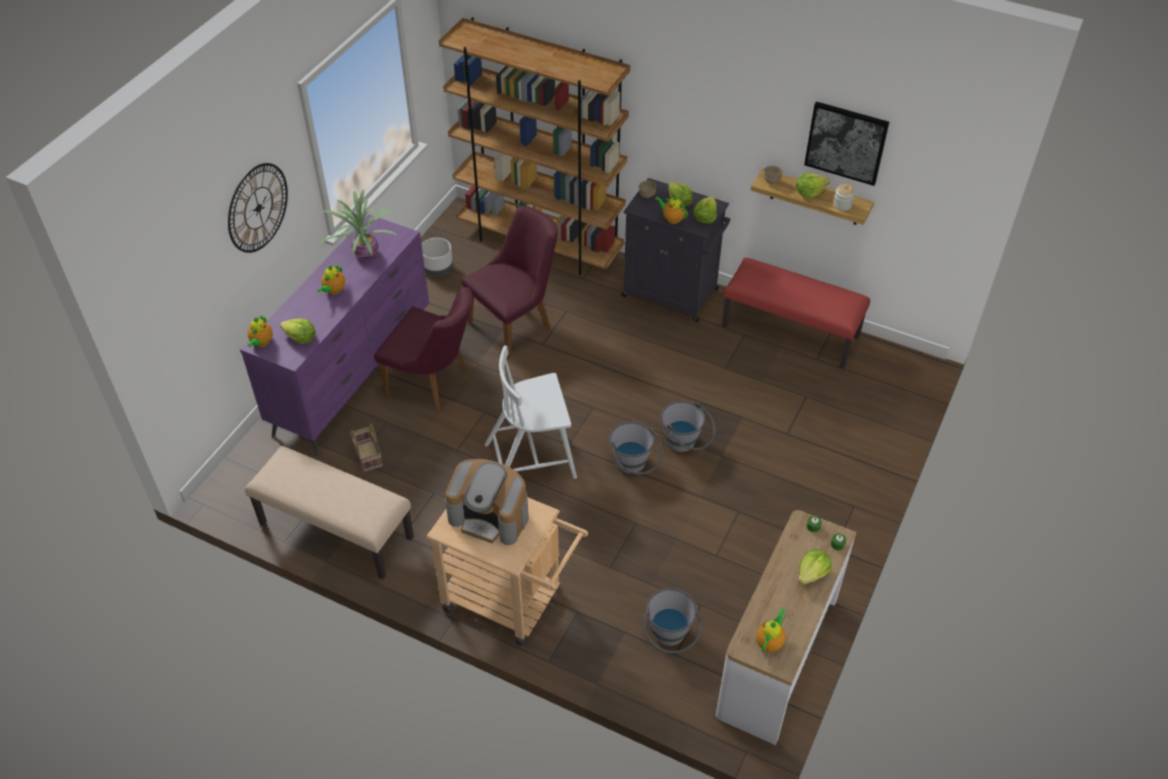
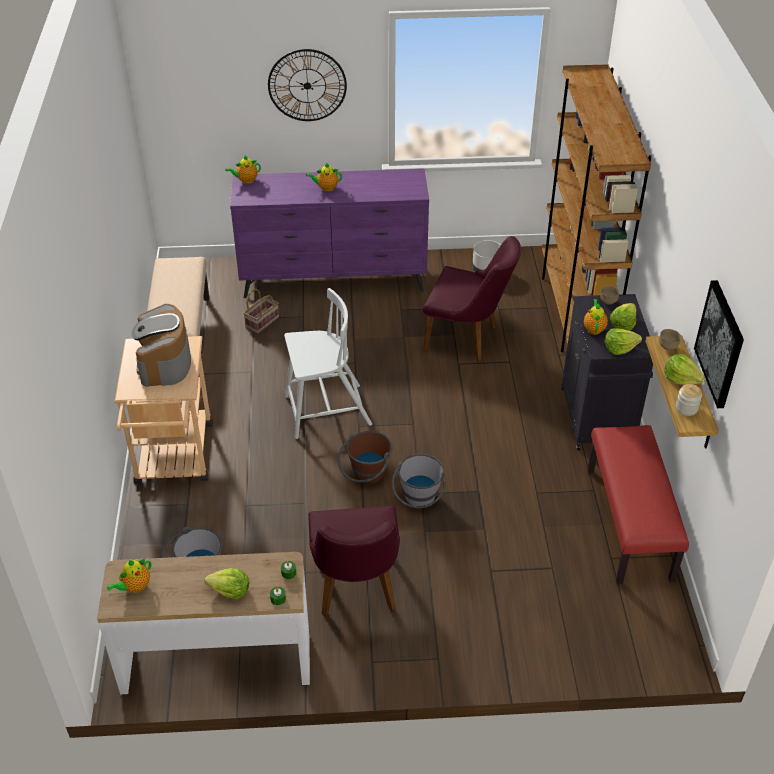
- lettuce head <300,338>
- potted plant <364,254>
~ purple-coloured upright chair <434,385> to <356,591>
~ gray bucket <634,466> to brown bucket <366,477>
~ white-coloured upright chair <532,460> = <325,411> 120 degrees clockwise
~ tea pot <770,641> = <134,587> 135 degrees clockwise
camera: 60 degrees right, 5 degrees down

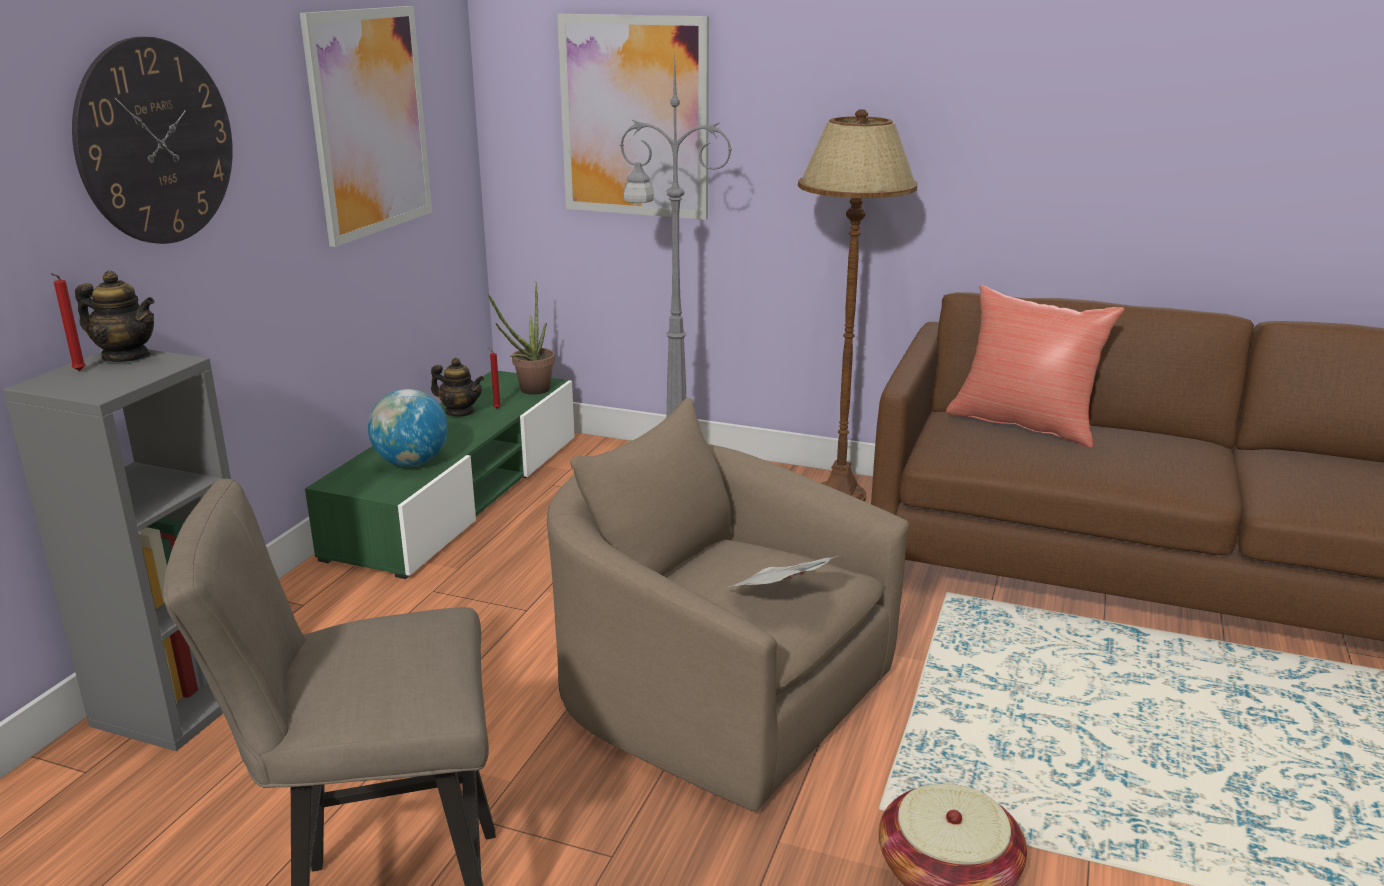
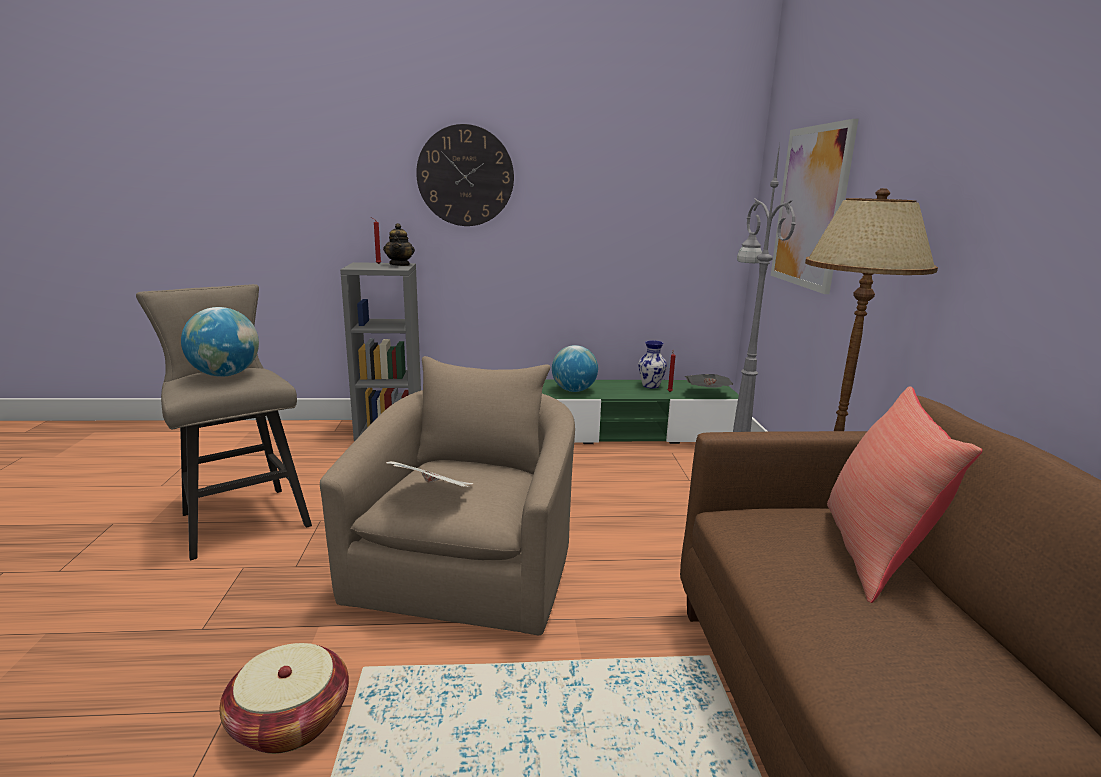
- wall picture <369,122>
+ globe <225,375>
~ tea pot <460,412> to flower vase <651,386>
~ potted plant <530,391> to newspaper <707,393>
camera: 65 degrees right, 5 degrees down

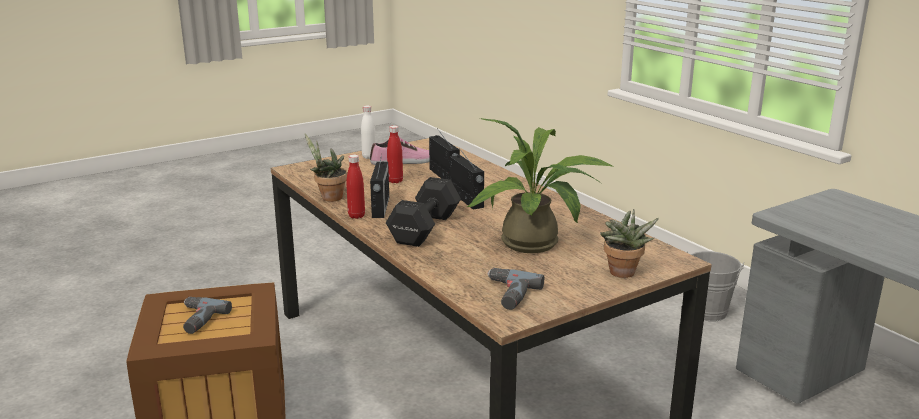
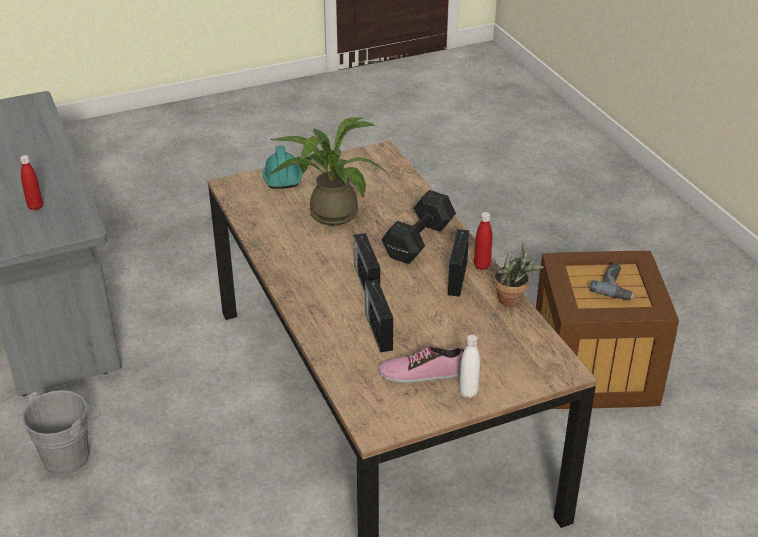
- electric drill <507,294>
~ red drink bottle <395,181> to <35,206>
~ potted plant <622,274> to blue-green hard hat <282,176>
camera: 170 degrees left, 15 degrees up

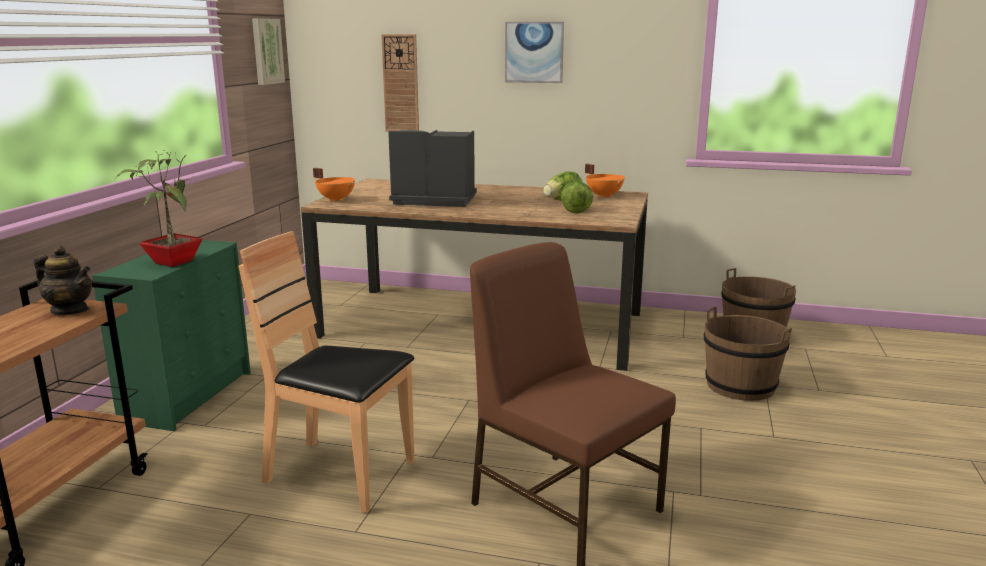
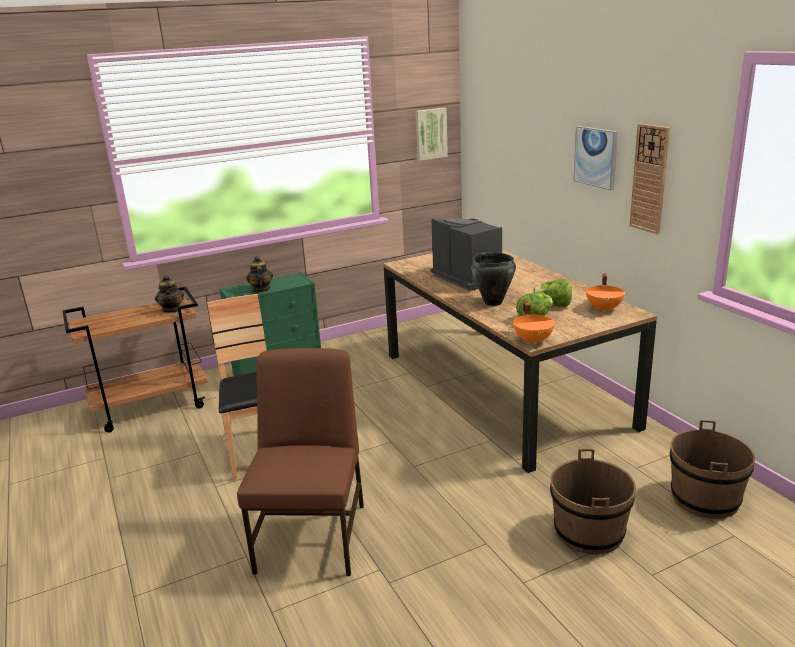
+ blackish stockpot <493,302>
~ orange-coloured stockpot <336,199> to <533,340>
~ clock on the wall <401,83> to <649,179>
~ potted plant <172,262> to tea pot <261,289>
camera: 50 degrees right, 5 degrees up

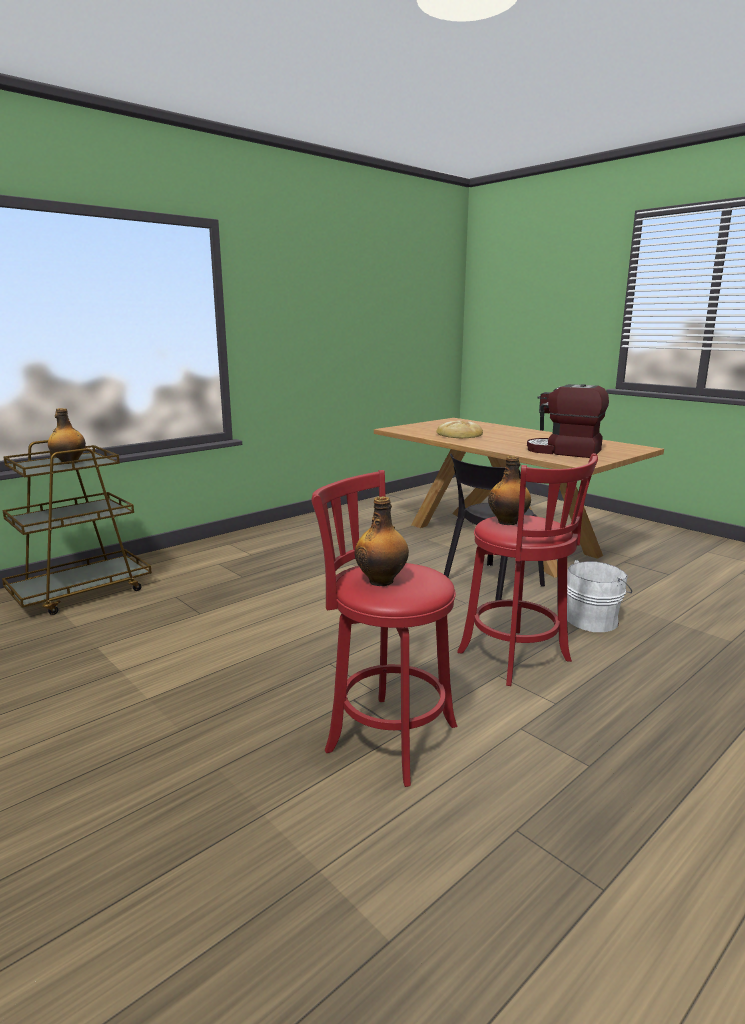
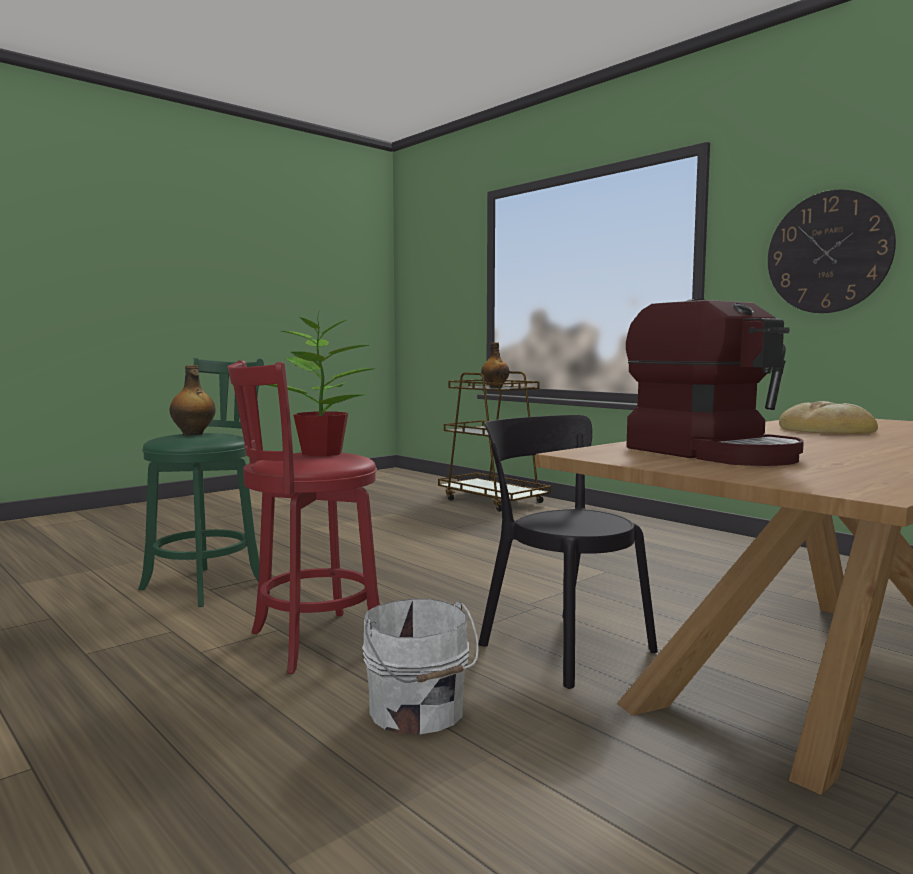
+ clock on the wall <828,252>
~ drink bottle <508,522> to potted plant <323,453>
~ red stool seat <386,735> to greenish stool seat <208,584>
~ coffee machine <564,451> = <713,453> 120 degrees clockwise
camera: 90 degrees right, 10 degrees down

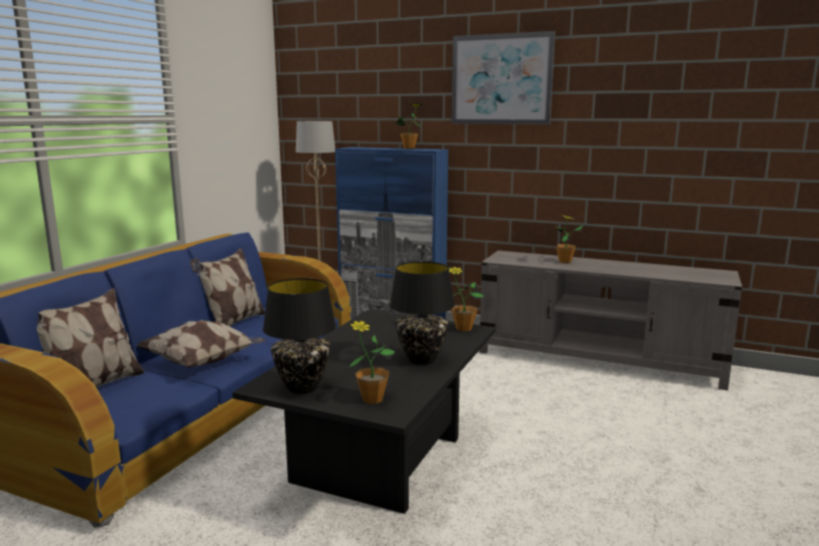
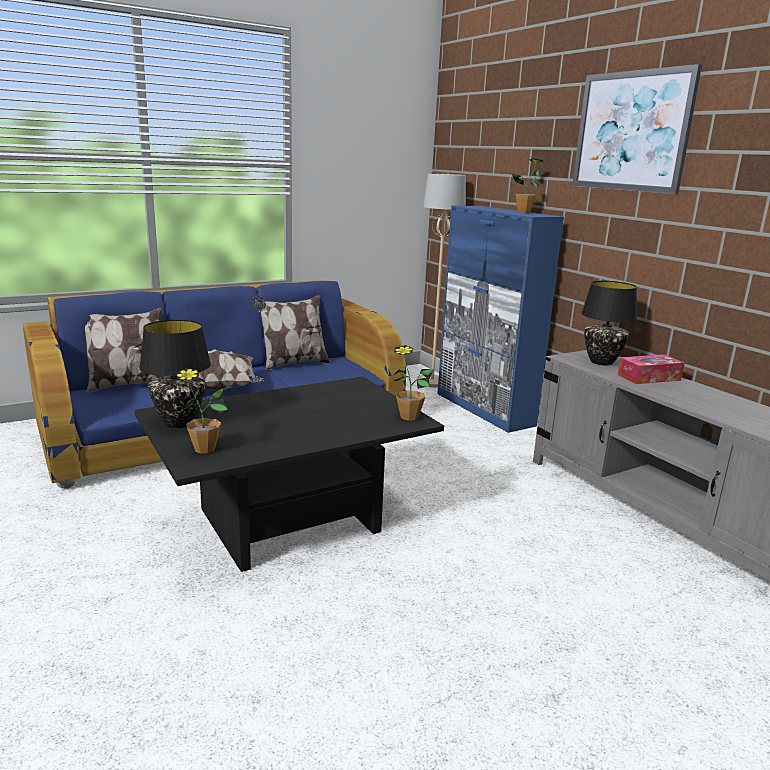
~ blackish tabletop lamp <422,360> to <601,362>
~ potted plant <565,261> to box of tissues <649,377>
camera: 35 degrees right, 5 degrees up

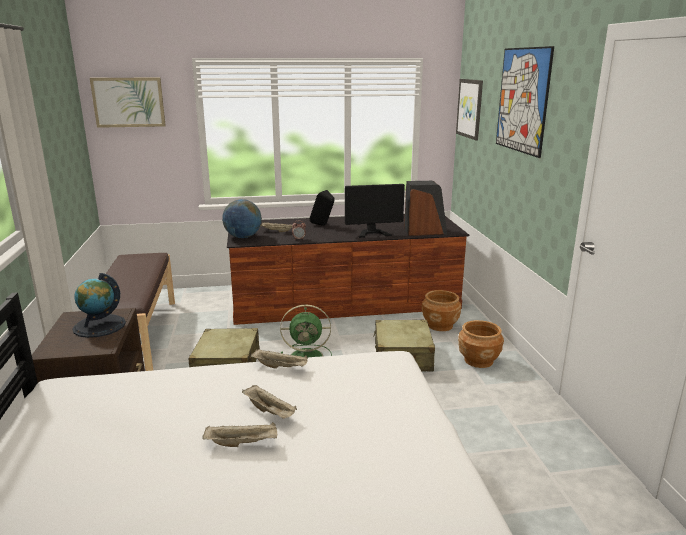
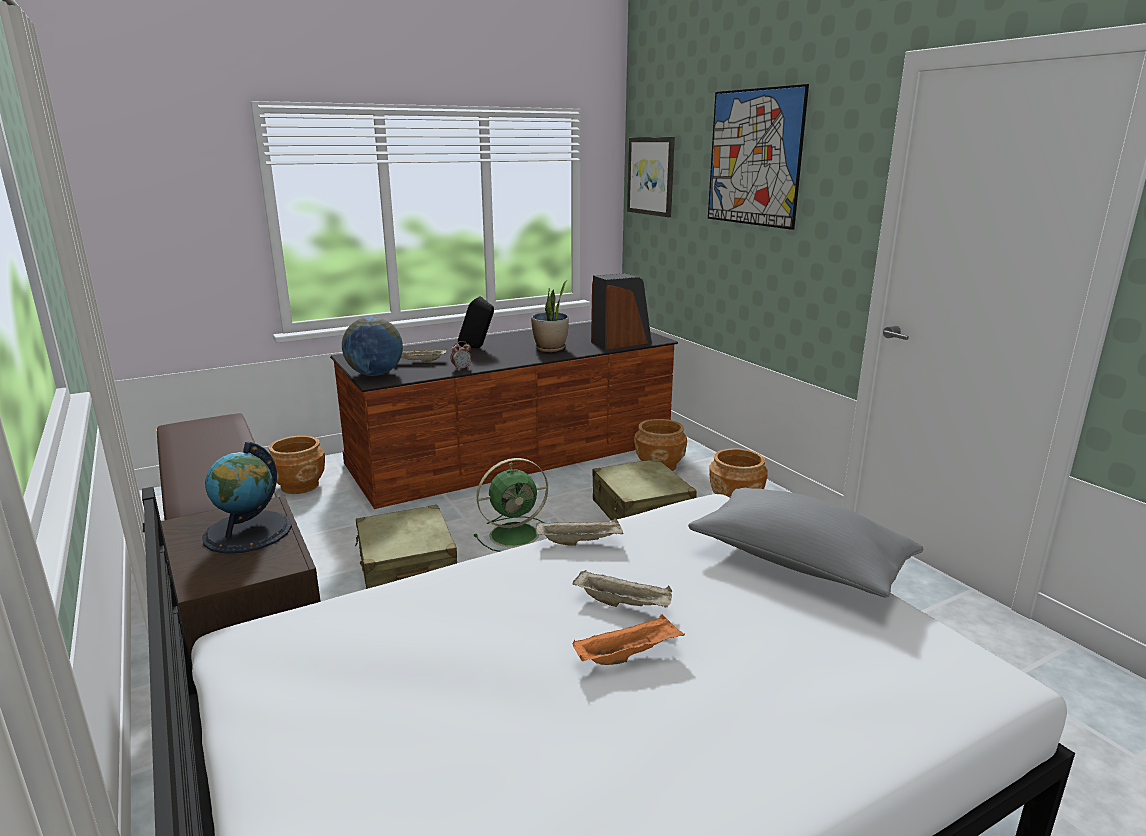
- wall picture <128,102>
+ brown flower pot <300,486>
+ gray pillow <798,563>
~ computer display <371,231> to potted plant <550,349>
~ beige-coloured tray <242,443> to orange-coloured tray <628,654>
camera: 20 degrees left, 0 degrees up

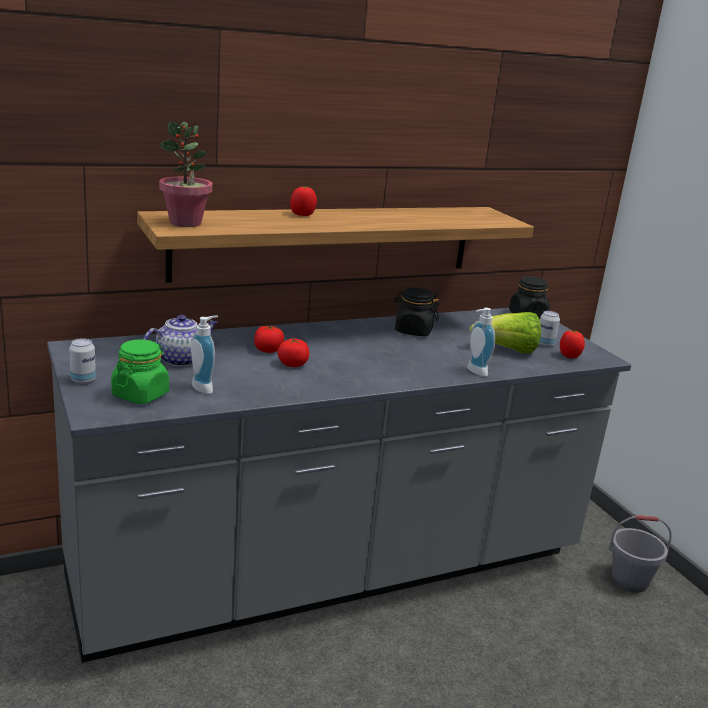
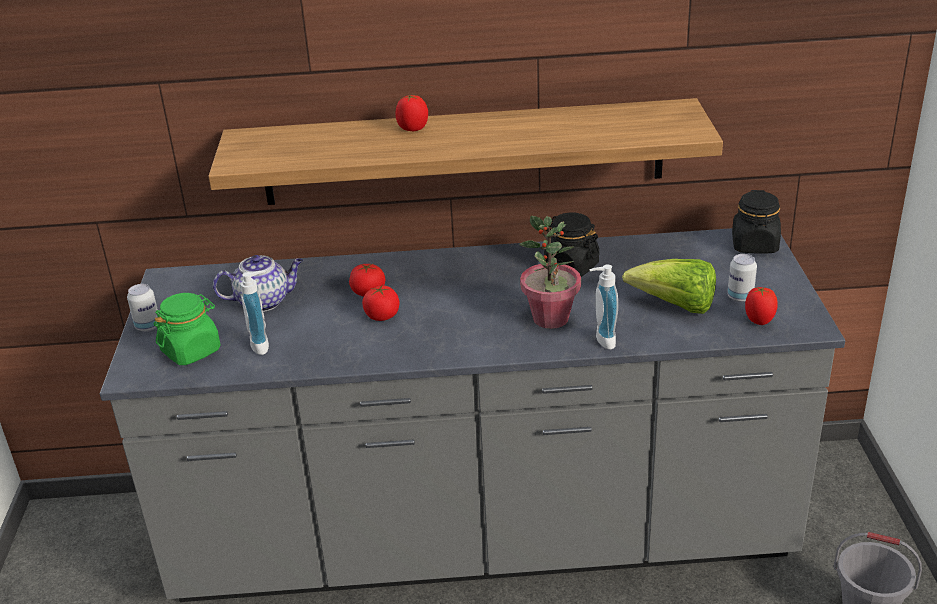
~ potted plant <185,223> to <551,319>
camera: 25 degrees right, 10 degrees up

